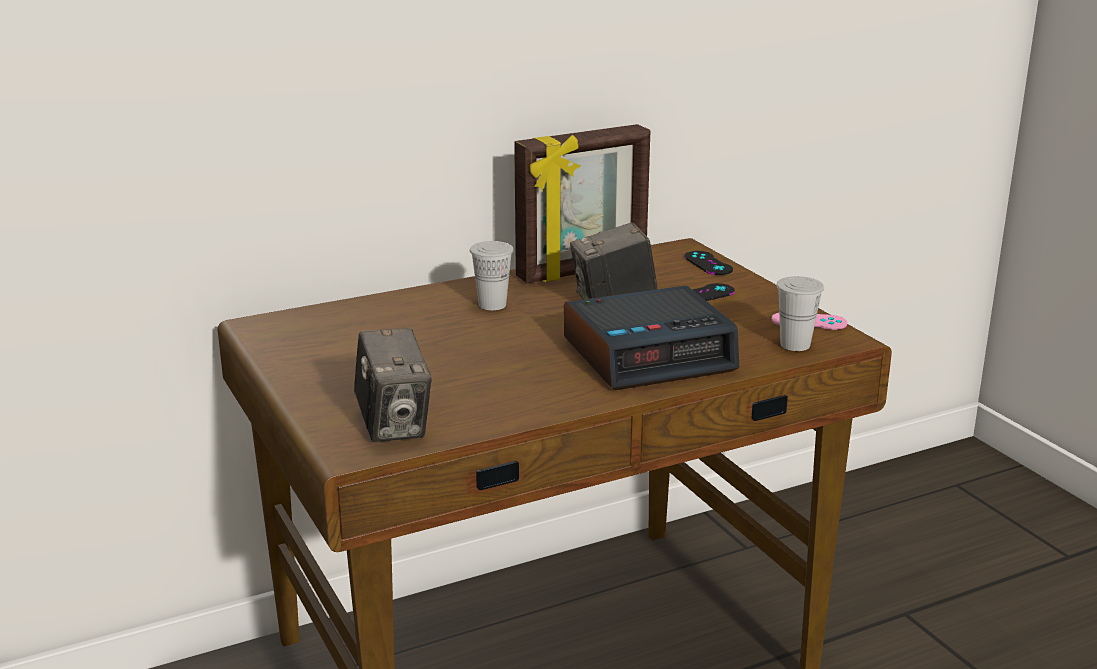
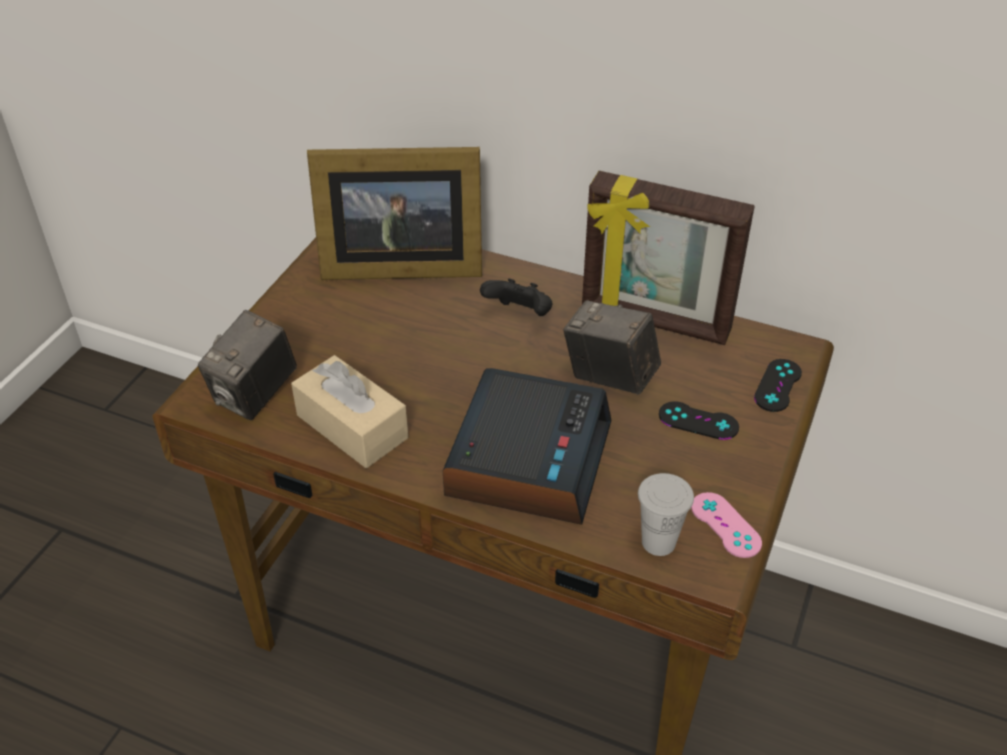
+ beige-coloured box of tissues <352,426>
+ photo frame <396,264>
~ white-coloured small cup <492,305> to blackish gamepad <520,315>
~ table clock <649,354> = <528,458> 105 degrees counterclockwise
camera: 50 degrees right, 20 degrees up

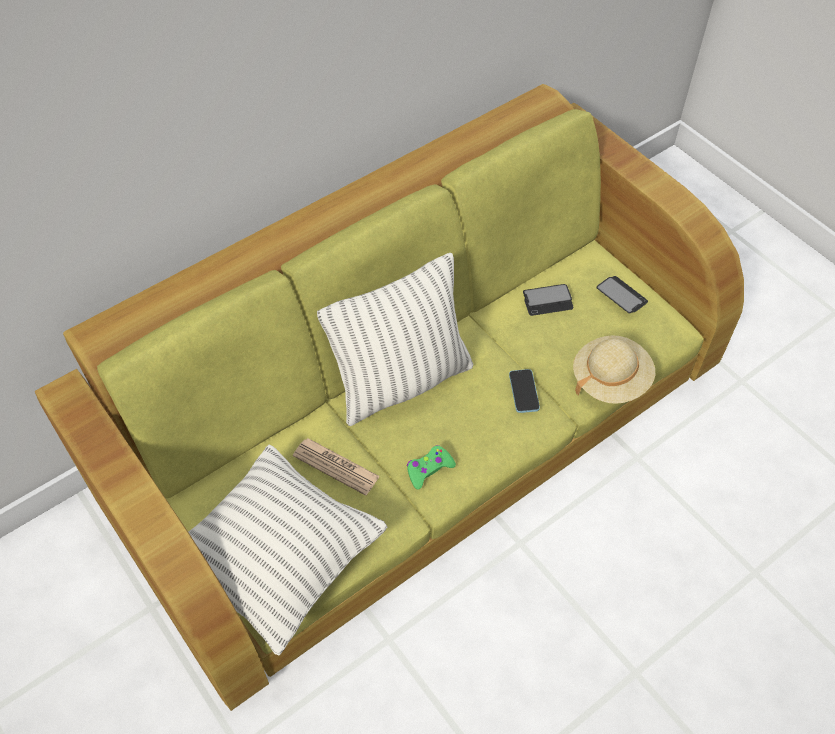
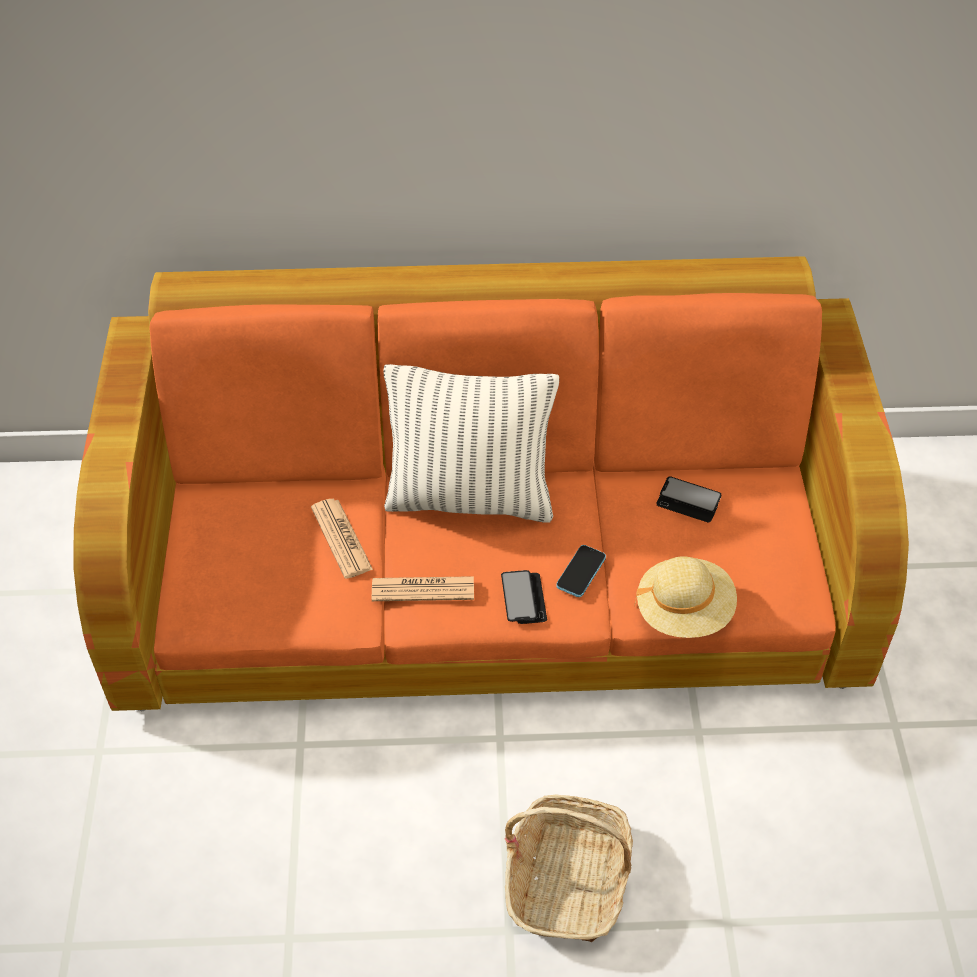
- pillow <279,562>
+ household basket <567,879>
~ phone <621,295> to <523,598>
~ greenish gamepad <429,469> to newspaper <423,589>
~ greenish settee <418,430> to orange-coloured settee <490,575>
camera: 35 degrees right, 5 degrees down

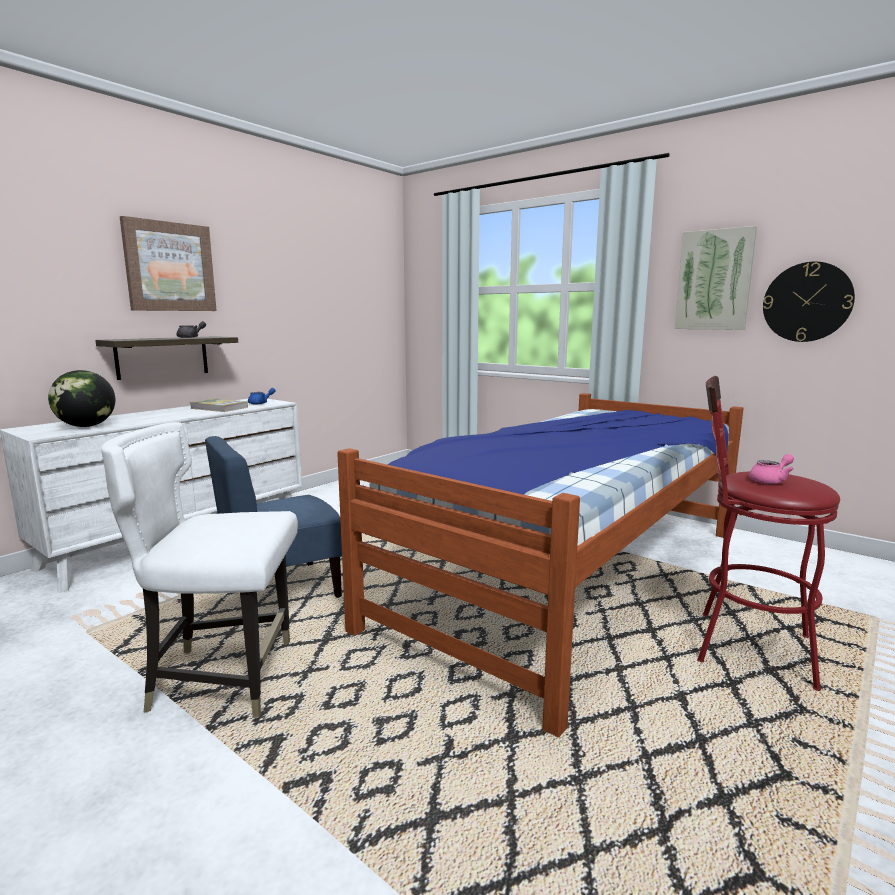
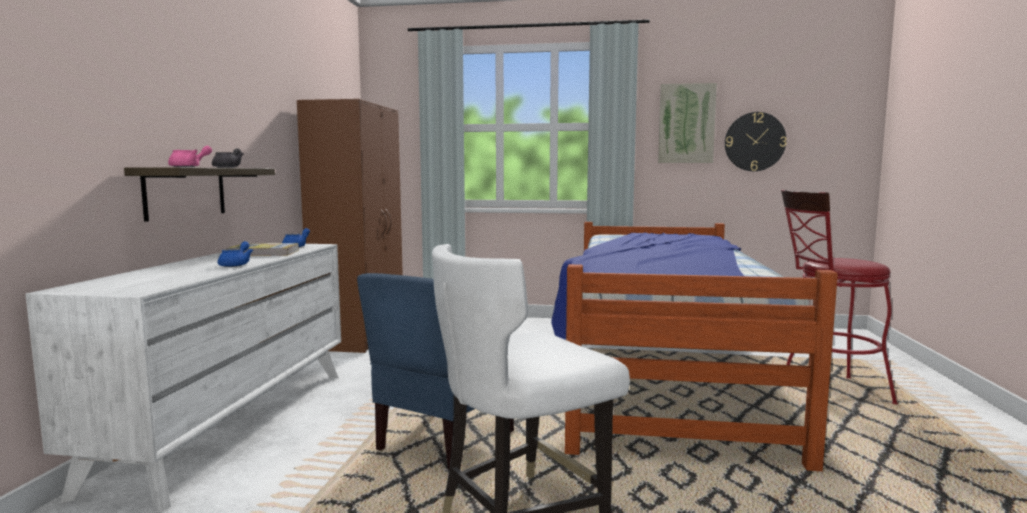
- globe <86,426>
- wall picture <169,267>
+ blue-coloured tea pot <236,265>
+ brown armoire <361,336>
~ pinkish tea pot <771,481> to <189,167>
camera: 30 degrees left, 5 degrees down

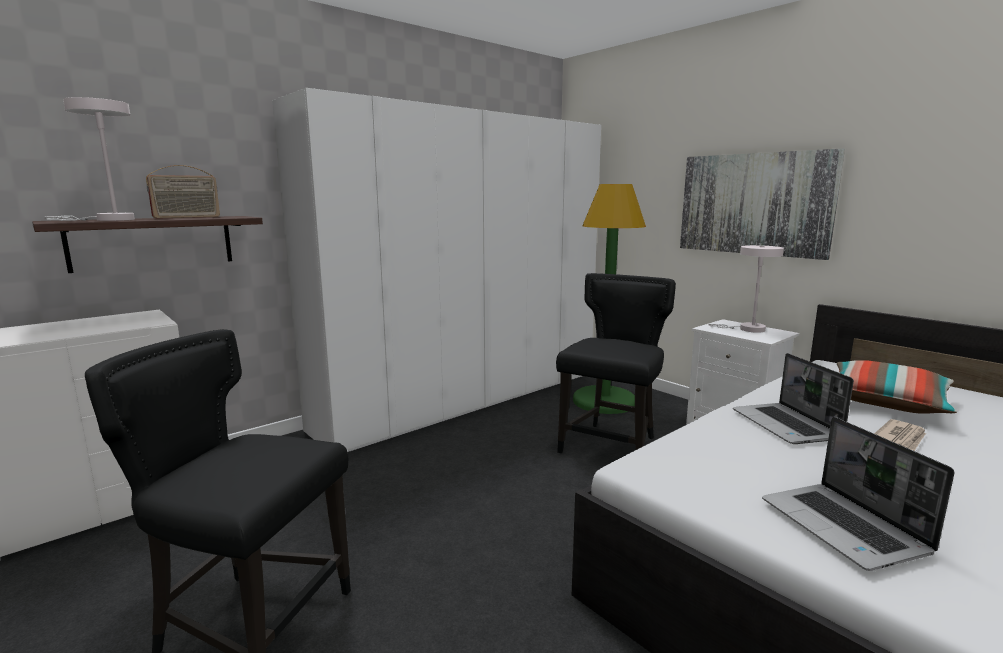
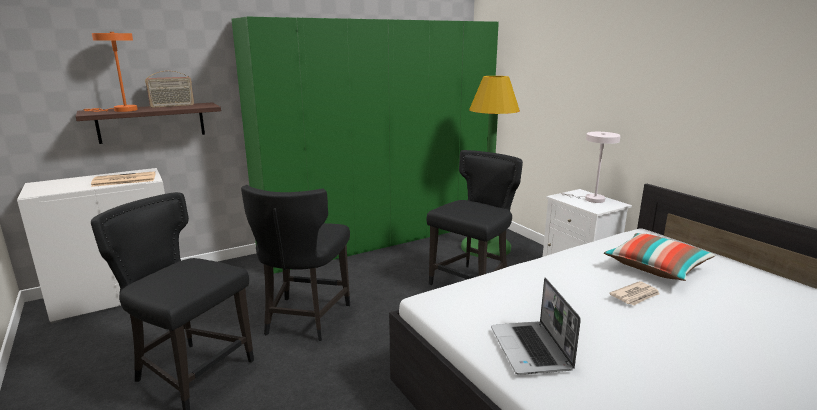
- wall picture <754,204>
- notebook computer <786,425>
+ newspaper <123,180>
+ blackish upright chair <304,319>
~ white-coloured tabletop lamp <108,220> to orange-coloured tabletop lamp <121,110>
~ white-coloured armoire <466,398> to greenish armoire <381,237>
camera: 10 degrees right, 5 degrees up

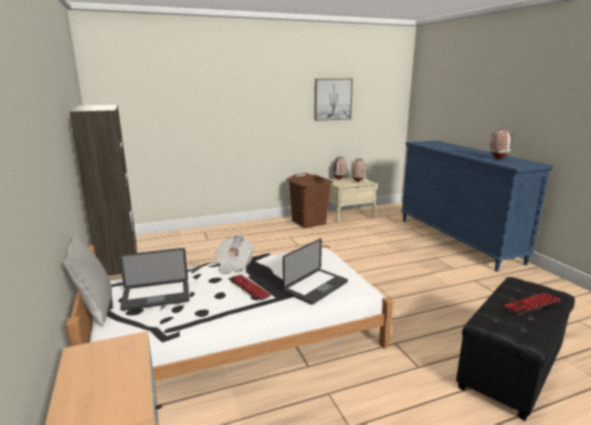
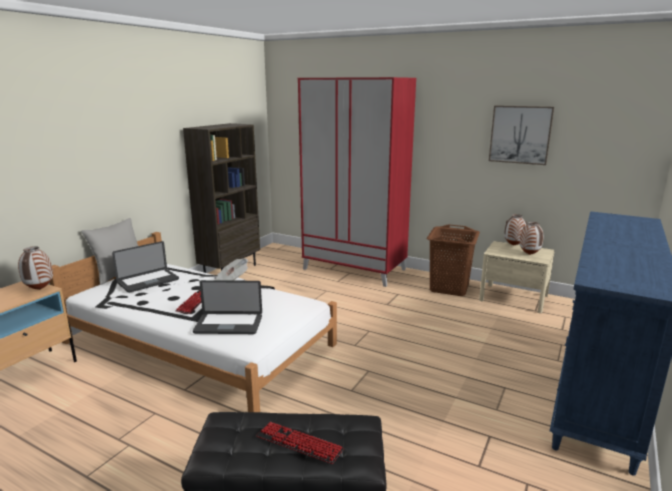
+ red armoire <355,269>
~ flower vase <497,159> to <39,289>
~ notebook computer <156,296> = <148,281> 75 degrees counterclockwise
camera: 50 degrees right, 0 degrees up

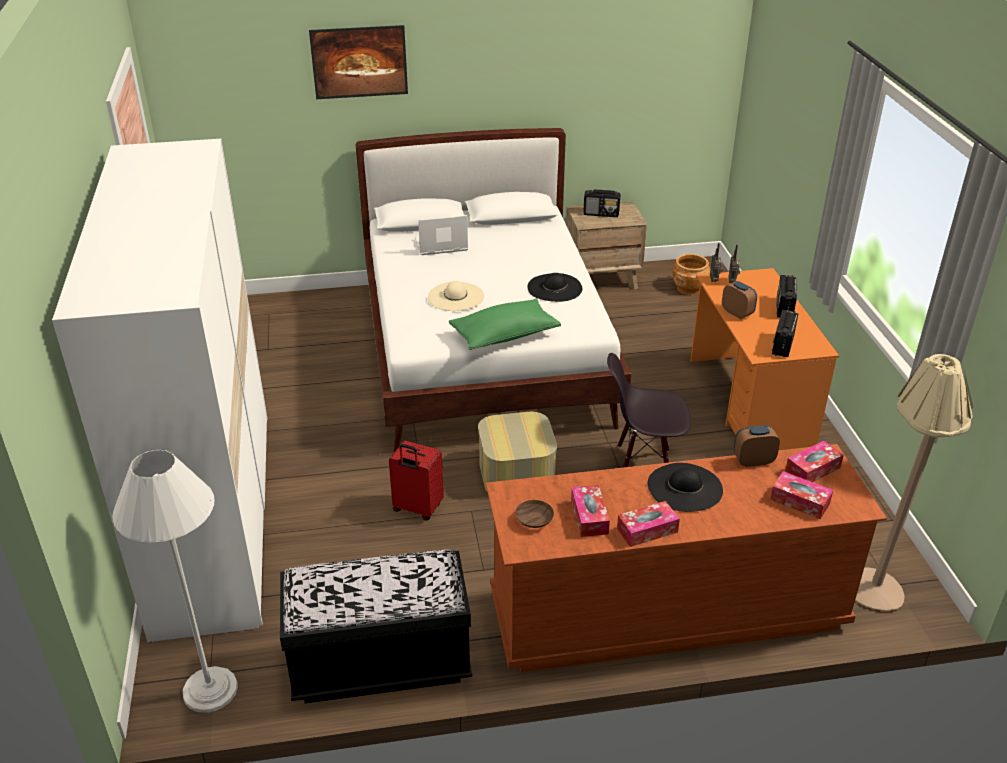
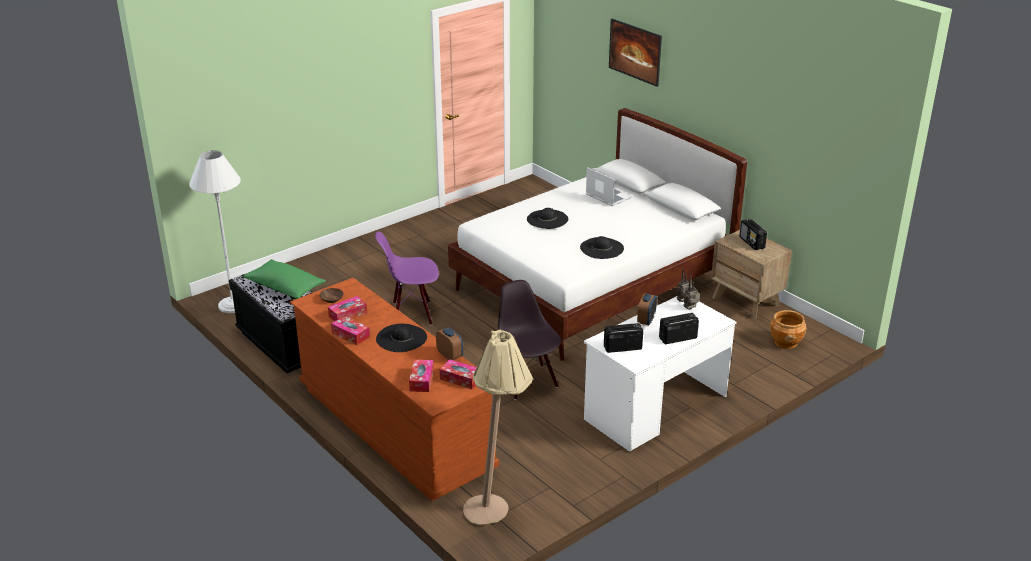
- white-coloured armoire <215,518>
- ottoman <516,472>
~ greenish pillow <504,336> to <285,288>
~ red suitcase <417,508> to purple-coloured upright chair <411,314>
~ beige-coloured wearable hat <456,297> to blackish wearable hat <547,219>
~ orange-coloured desk <749,402> to white-coloured desk <655,408>
camera: 60 degrees right, 5 degrees down

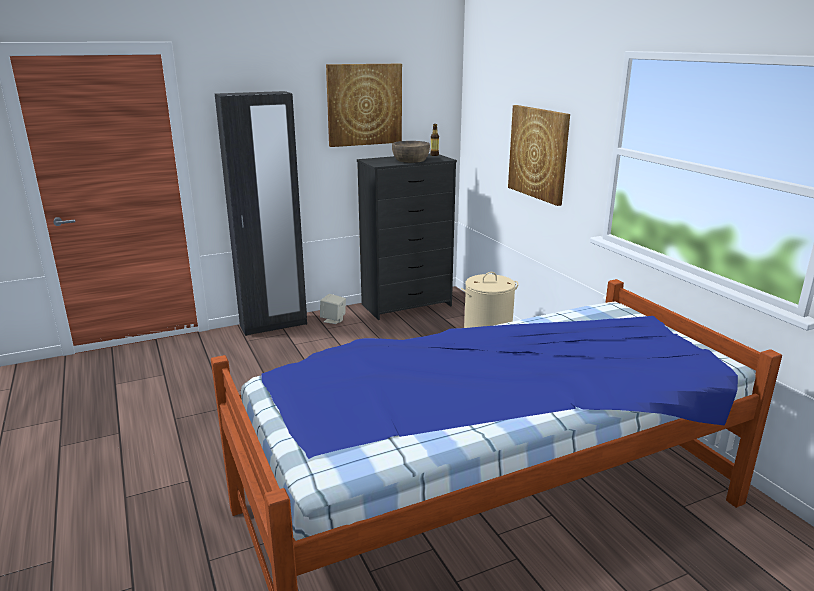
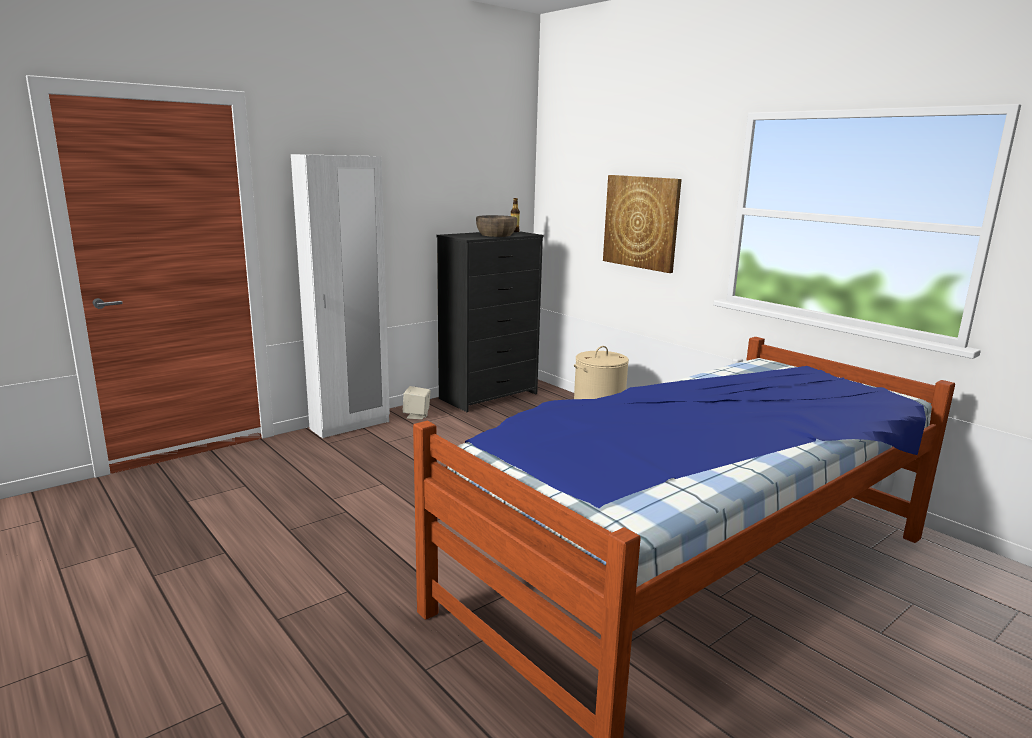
- wall picture <364,104>
~ blackish armoire <273,325> to white-coloured armoire <350,425>
camera: 15 degrees left, 5 degrees down

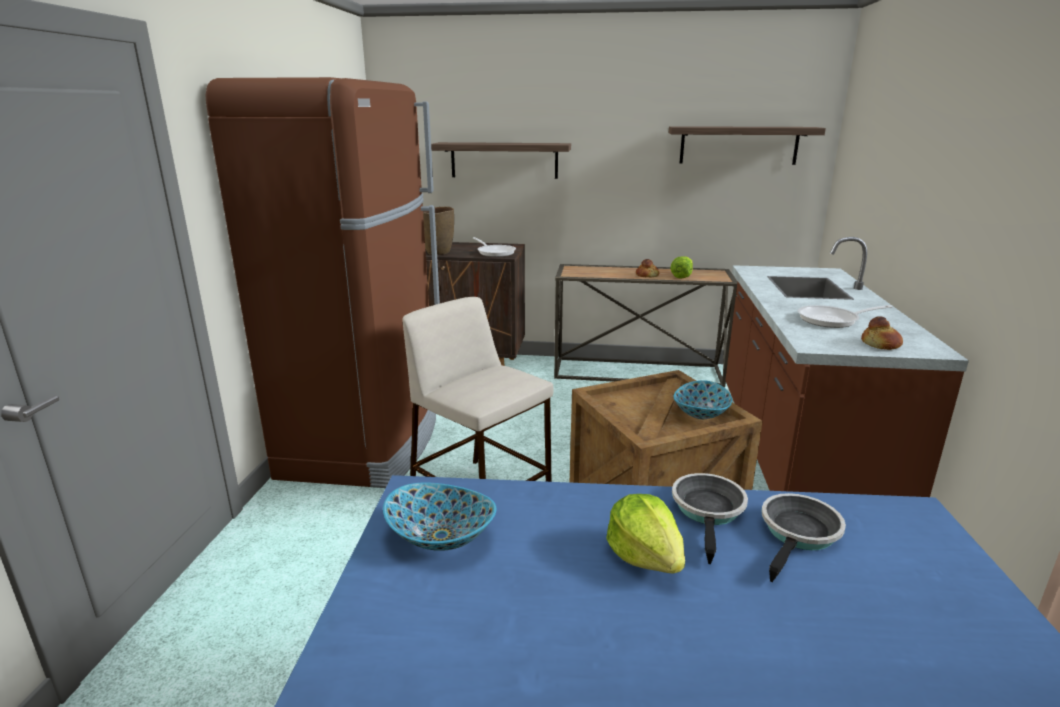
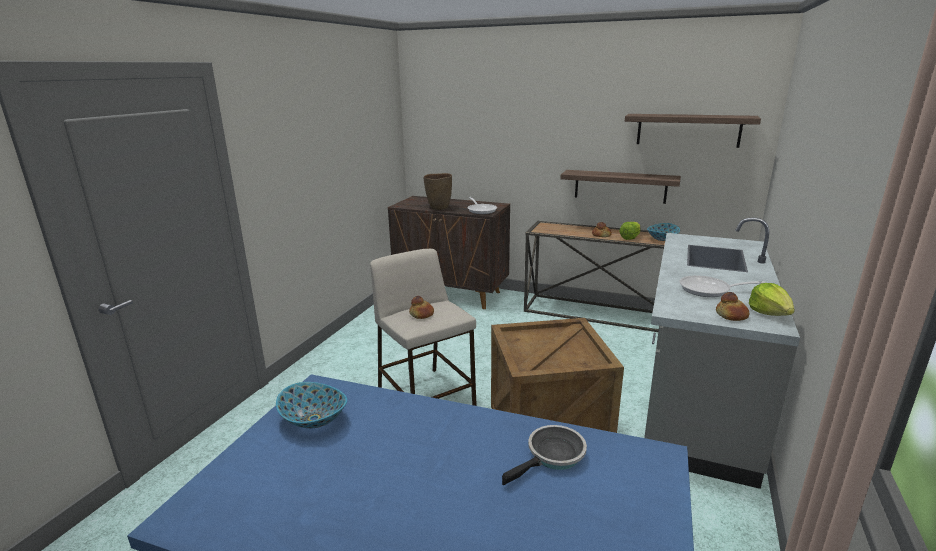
- brown kitchen fridge <365,443>
- skillet <708,511>
+ bread <422,314>
~ wall shelf <504,160> to <620,186>
~ lettuce head <645,555> to <769,313>
~ bowl <701,413> to <662,239>
~ brown counter <796,454> to gray counter <695,398>
camera: 15 degrees right, 0 degrees up

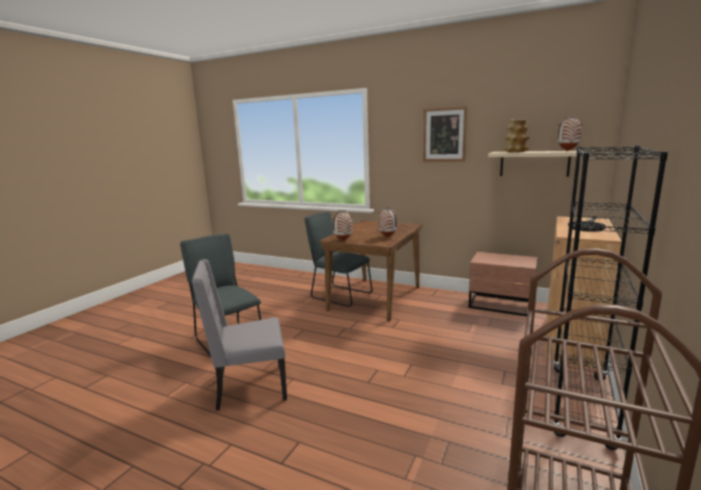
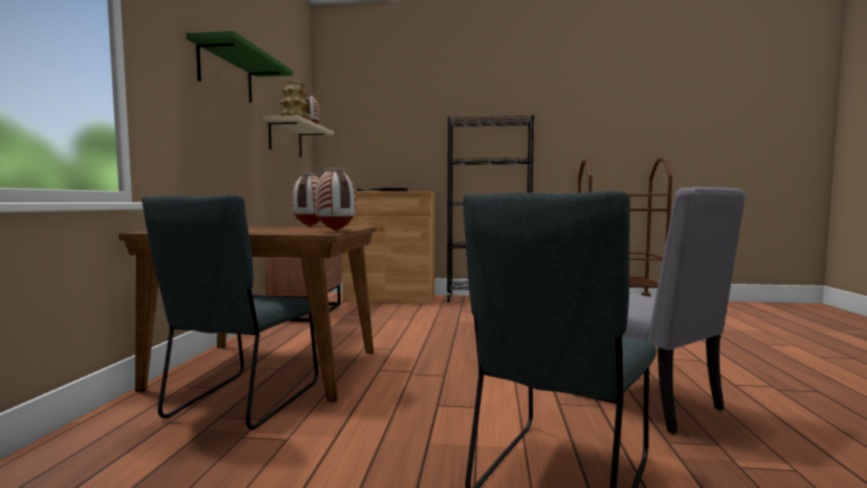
~ wall picture <444,134> to greenish wall shelf <226,73>
camera: 110 degrees left, 10 degrees down

